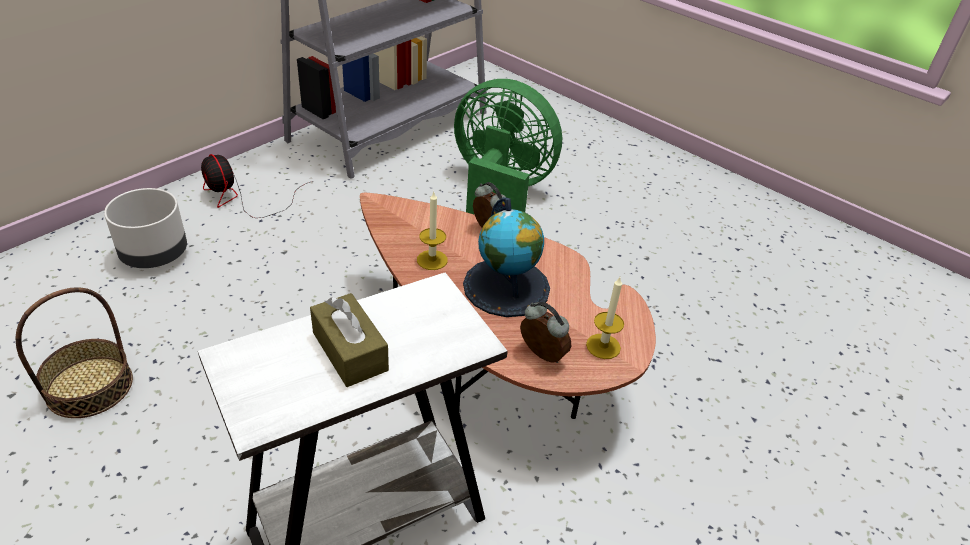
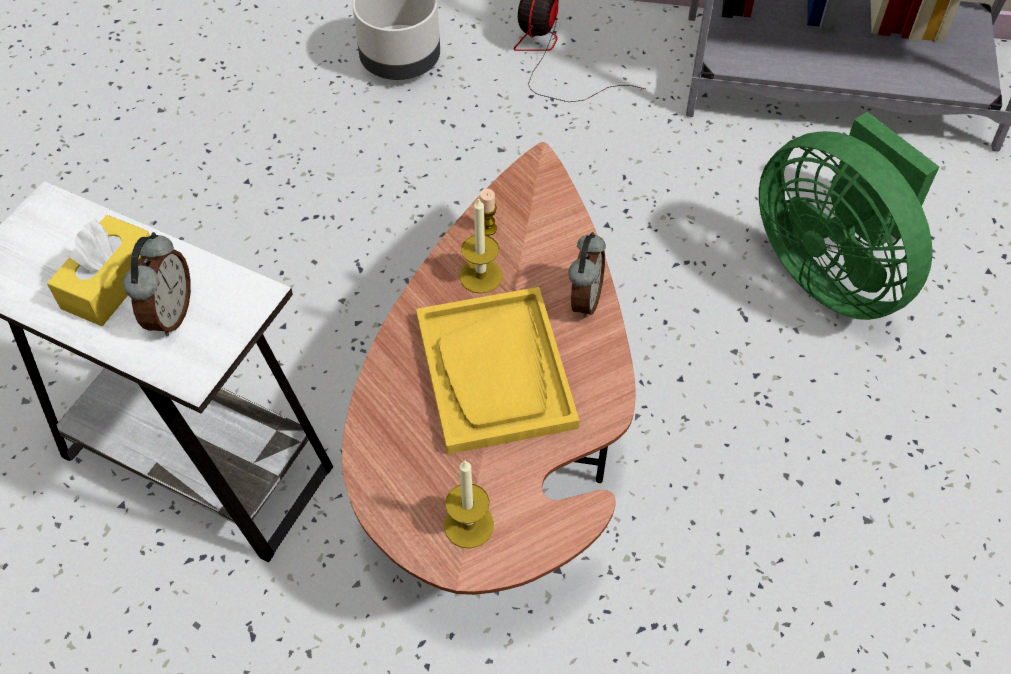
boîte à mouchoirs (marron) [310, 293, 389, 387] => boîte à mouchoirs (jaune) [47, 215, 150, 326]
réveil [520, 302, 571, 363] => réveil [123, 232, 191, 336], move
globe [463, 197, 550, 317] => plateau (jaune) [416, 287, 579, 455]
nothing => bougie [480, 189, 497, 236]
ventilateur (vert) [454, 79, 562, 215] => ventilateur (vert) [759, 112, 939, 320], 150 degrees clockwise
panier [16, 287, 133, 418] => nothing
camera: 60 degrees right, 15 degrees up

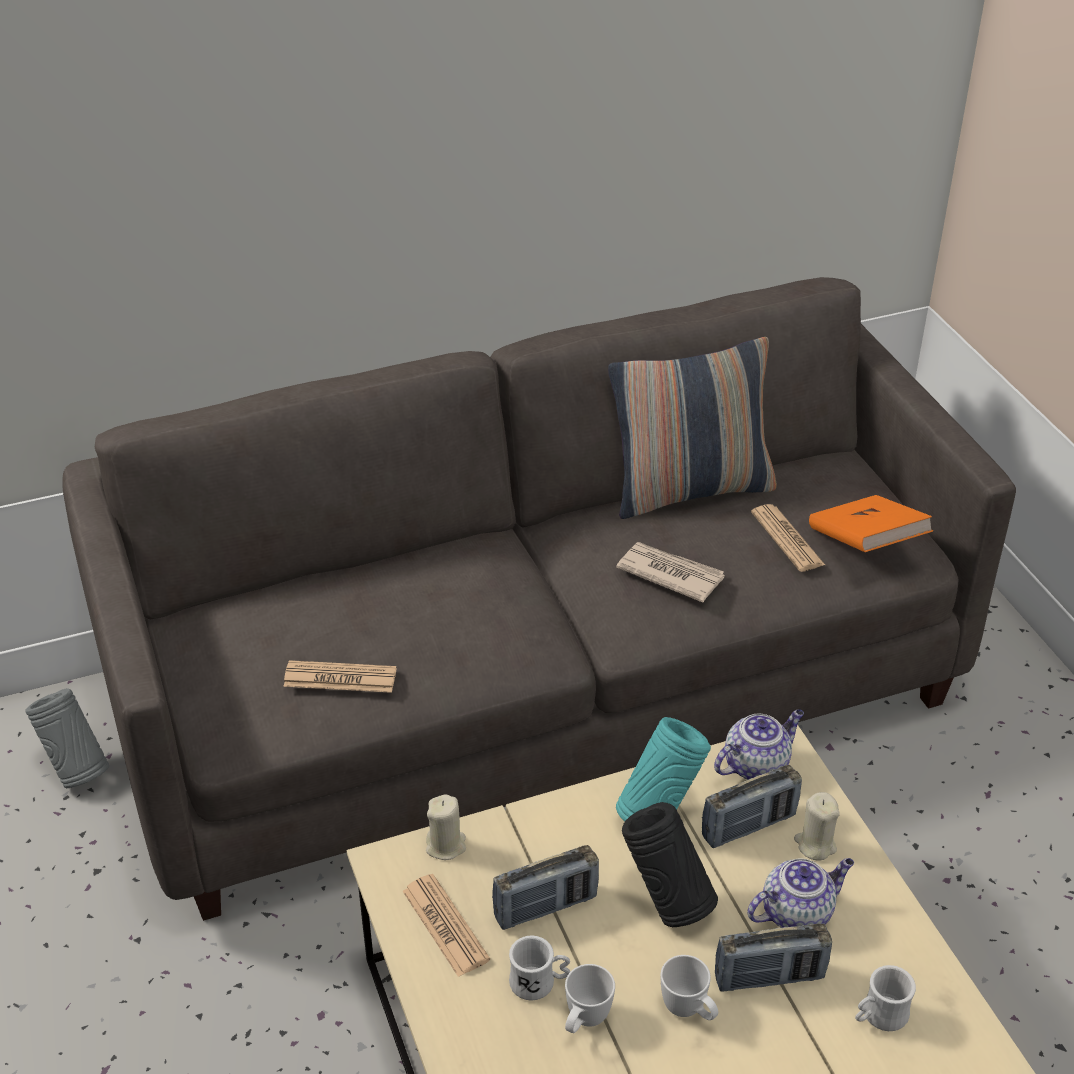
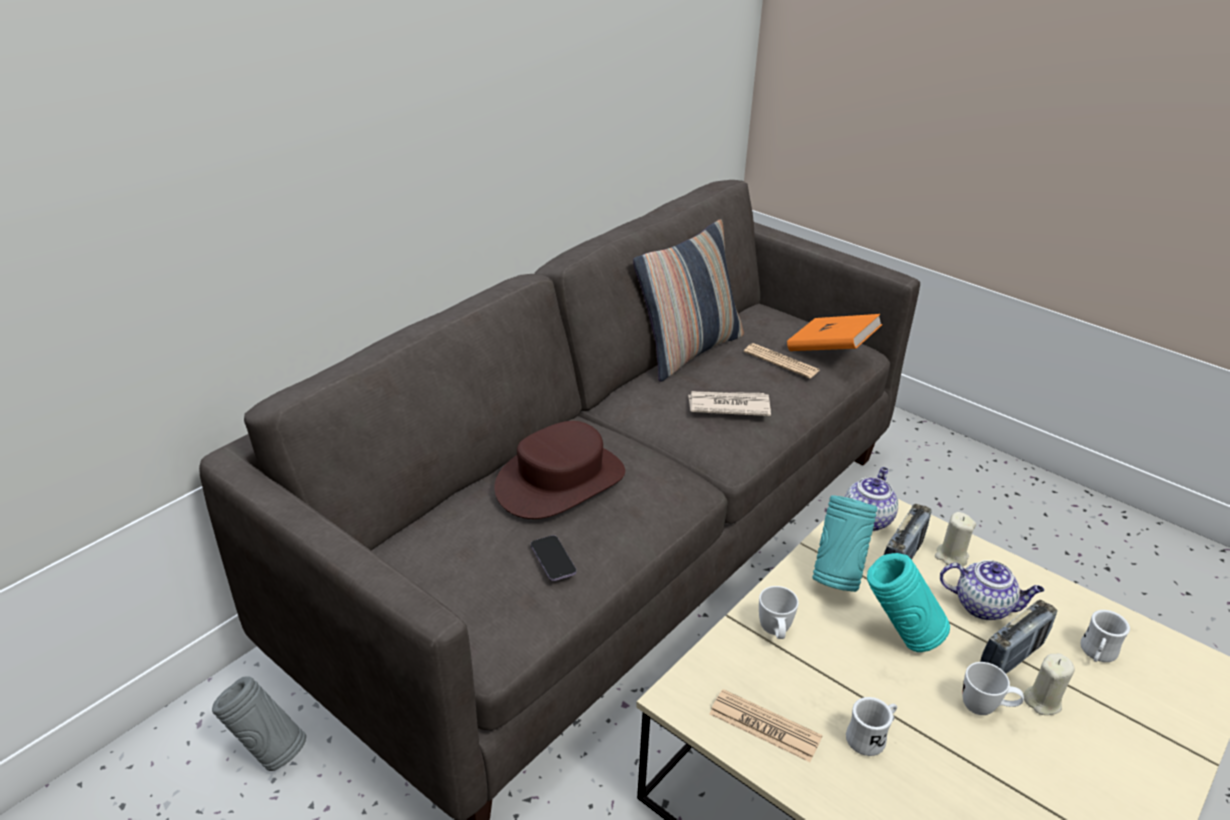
nothing => chapeau (marron) [494, 421, 625, 519]
journal [284, 660, 396, 693] => téléphone [531, 535, 577, 581]
mug (blanc) [565, 964, 615, 1033] => mug (blanc) [759, 586, 799, 639], move
vase (noir) [622, 802, 718, 927] => vase (turquoise) [867, 553, 950, 652]
théière [747, 858, 854, 928] => théière [940, 560, 1044, 620], 75 degrees clockwise
bougie (beige) [426, 795, 466, 860] => bougie (beige) [1023, 653, 1075, 715], move
radio [492, 845, 599, 930] => nothing
camera: 30 degrees left, 5 degrees down

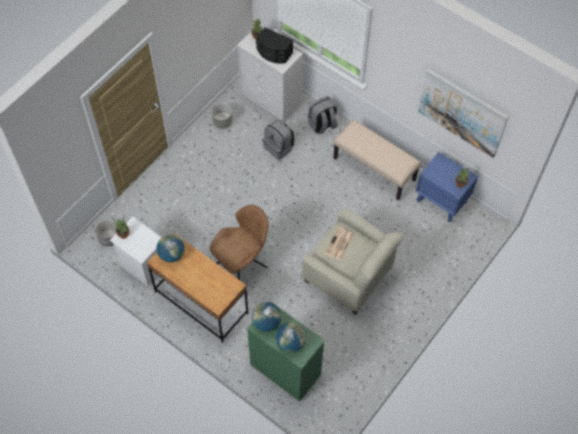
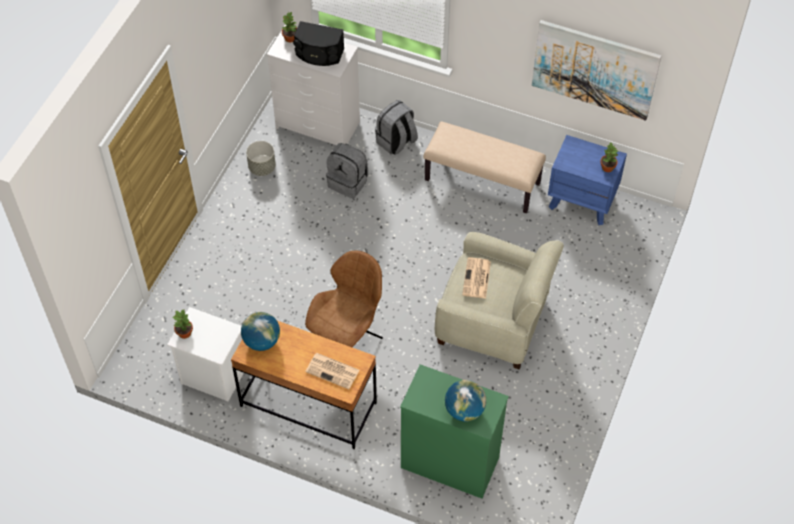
nothing => journal [305, 353, 360, 389]
cache-pot [96, 220, 117, 246] => nothing
globe [251, 302, 281, 332] => nothing
camera: 15 degrees left, 5 degrees down

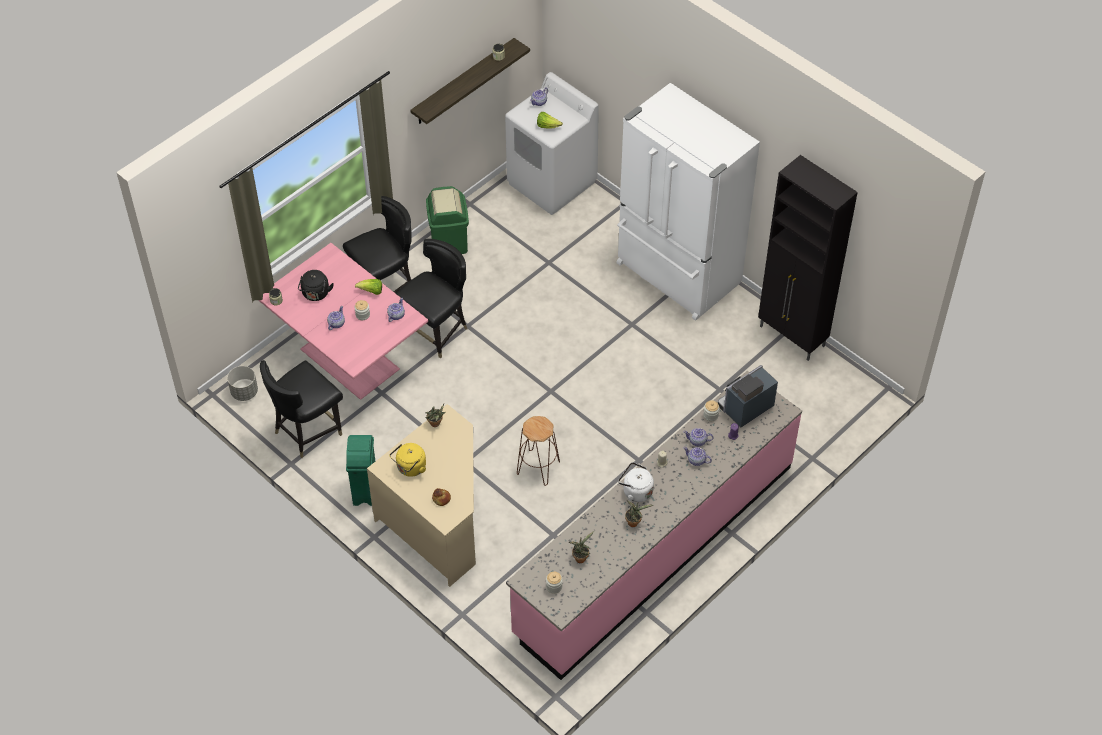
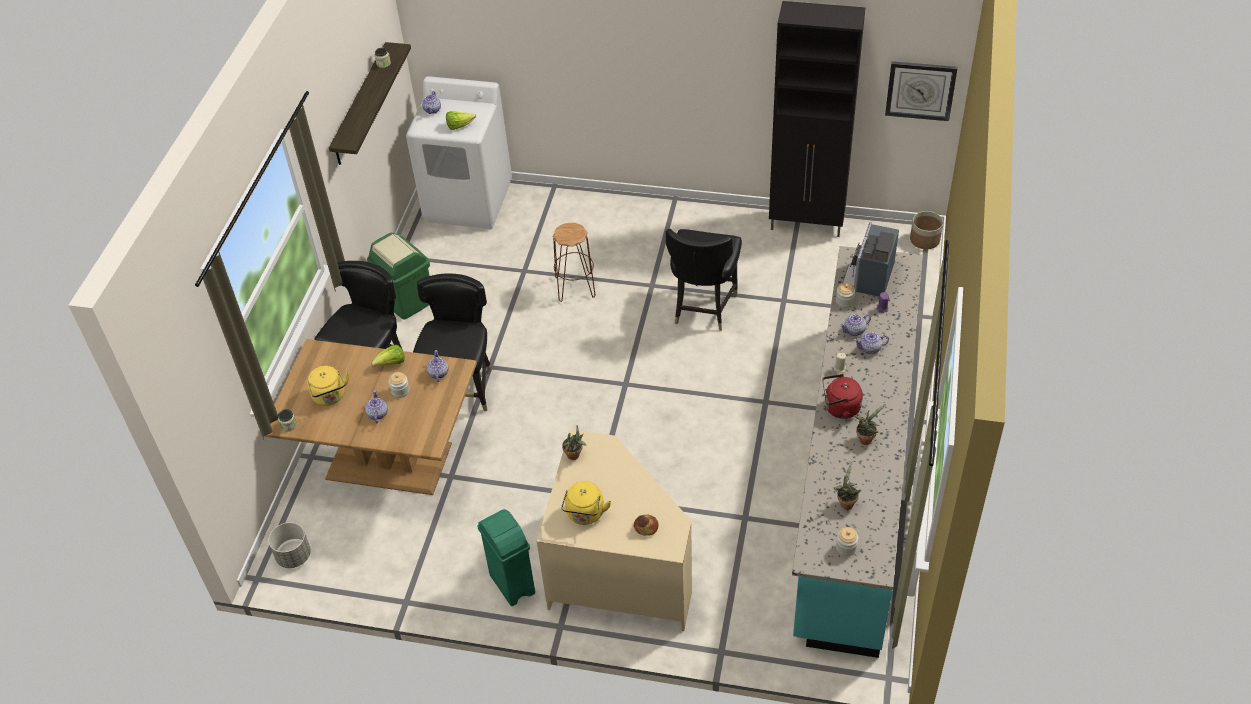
table à manger (rose) [258, 243, 428, 400] => table à manger (marron) [264, 339, 477, 495]
bouilloire (noir) [298, 270, 334, 301] => bouilloire (jaune) [307, 366, 349, 406]
tabouret (marron) [517, 416, 560, 486] => tabouret (marron) [553, 223, 595, 302], move
chaise (noir) [260, 360, 343, 458] => chaise (noir) [666, 229, 742, 331], move
comptoir de cuisine (rose) [506, 371, 802, 680] => comptoir de cuisine (turquoise) [792, 246, 923, 658]
bouilloire (blanc) [618, 462, 654, 502] => bouilloire (rouge) [822, 374, 863, 419]
nothing => horloge murale [885, 61, 958, 121]
nothing => cache-pot [910, 211, 943, 249]
réfrigérateur (blanc) [616, 83, 760, 321] => nothing
camera: 30 degrees left, 5 degrees down

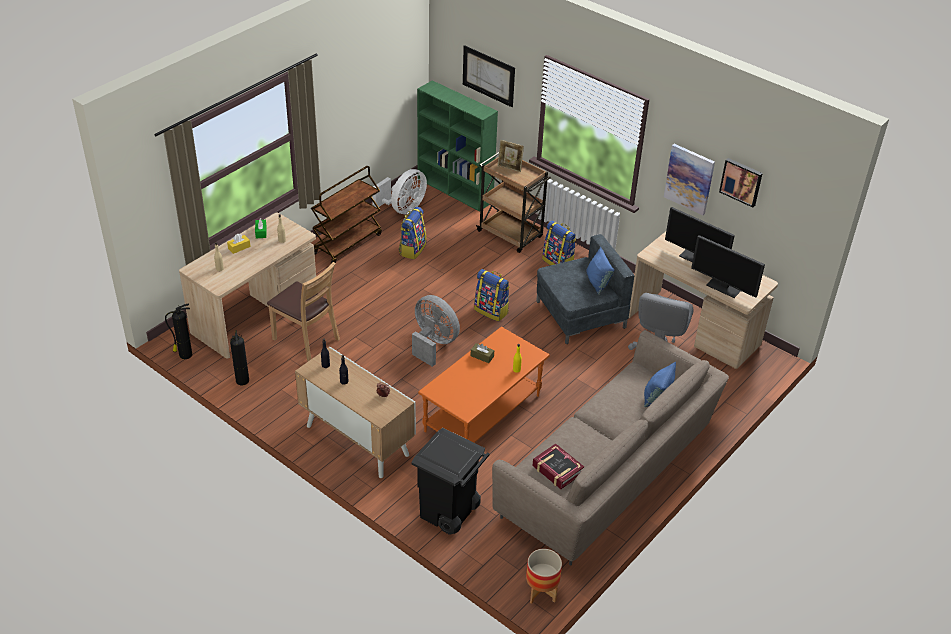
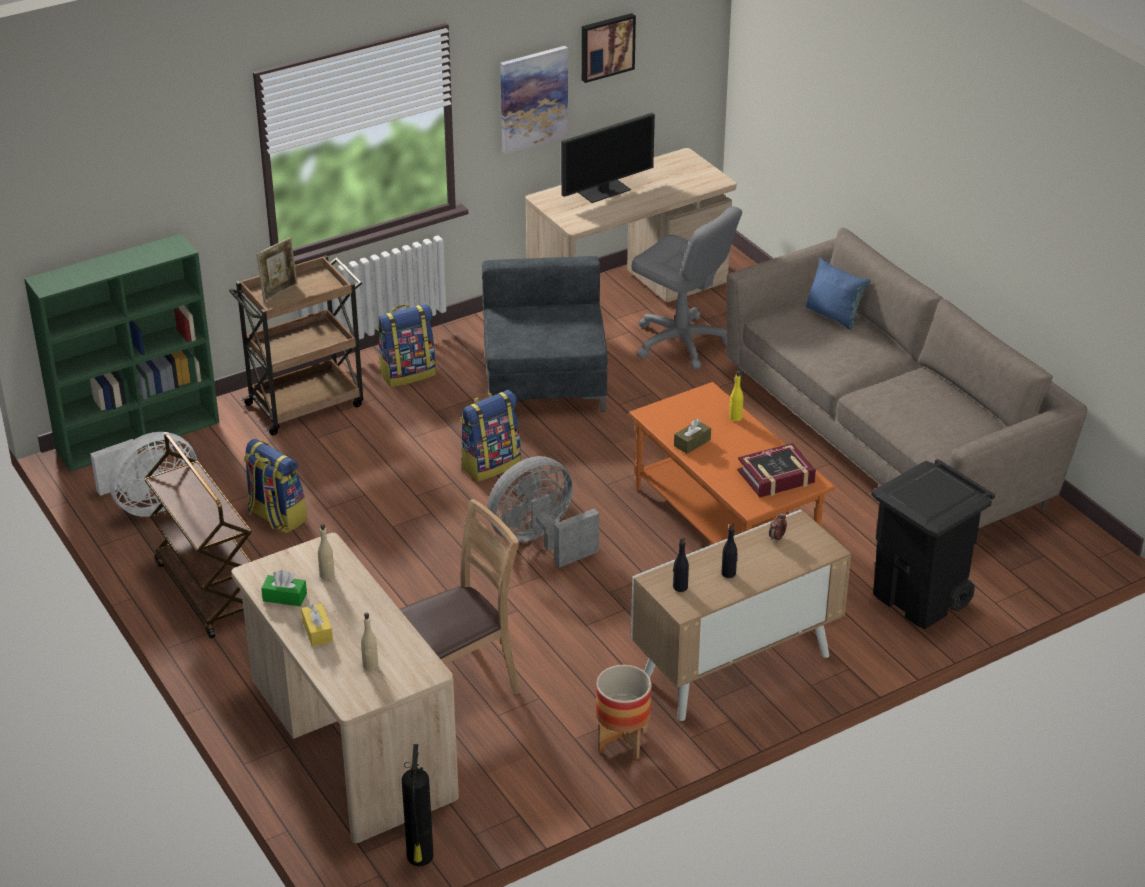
ventilateur (blanc) [372, 169, 427, 214] => ventilateur (blanc) [90, 432, 197, 517], 90 degrees clockwise
cache-pot [526, 549, 562, 604] => cache-pot [596, 665, 652, 759], move
livre [532, 444, 584, 489] => livre [737, 443, 816, 497], move
extincteur [230, 330, 249, 385] => nothing
tableau [463, 45, 515, 107] => nothing
coussin (bleu) [586, 247, 614, 295] => nothing
écran d'ordinateur [691, 235, 765, 298] => nothing
camera: 70 degrees left, 5 degrees down

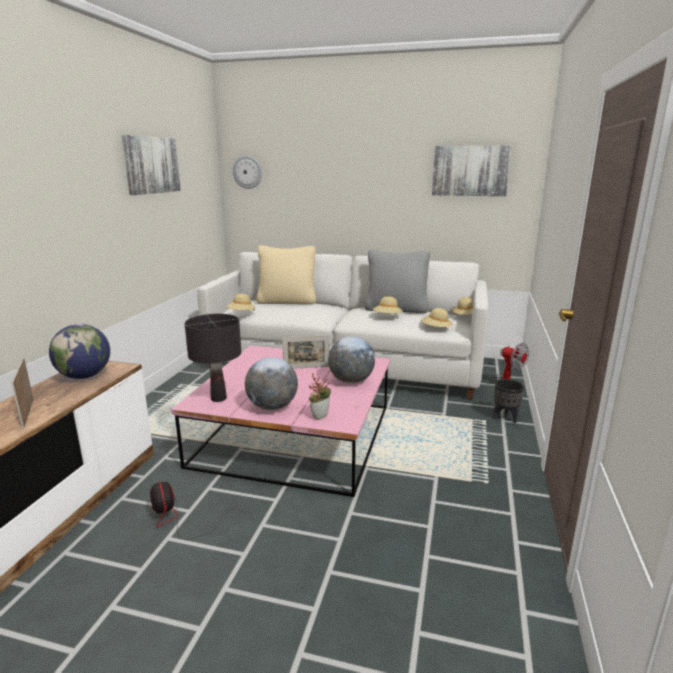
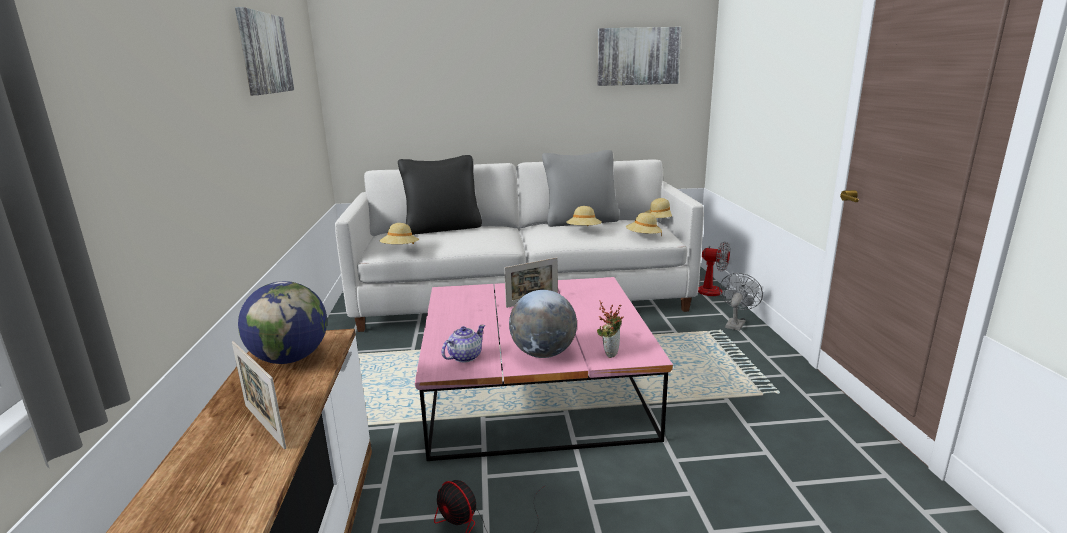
coussin (beige) [256, 245, 316, 305] => coussin (noir) [398, 155, 482, 235]
lampe de table (noir) [184, 314, 241, 402] => théière [442, 325, 485, 362]
cache-pot (noir) [494, 379, 524, 423] => ventilateur (gris) [719, 273, 763, 331]
horloge murale [233, 155, 262, 189] => nothing
globe [328, 336, 375, 383] => nothing
camera: 20 degrees left, 0 degrees up

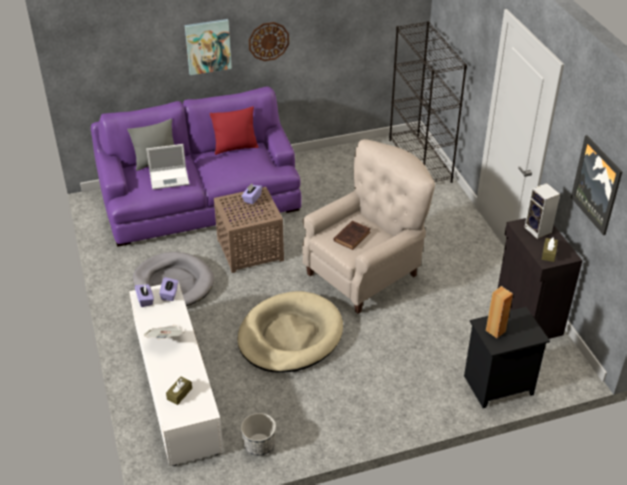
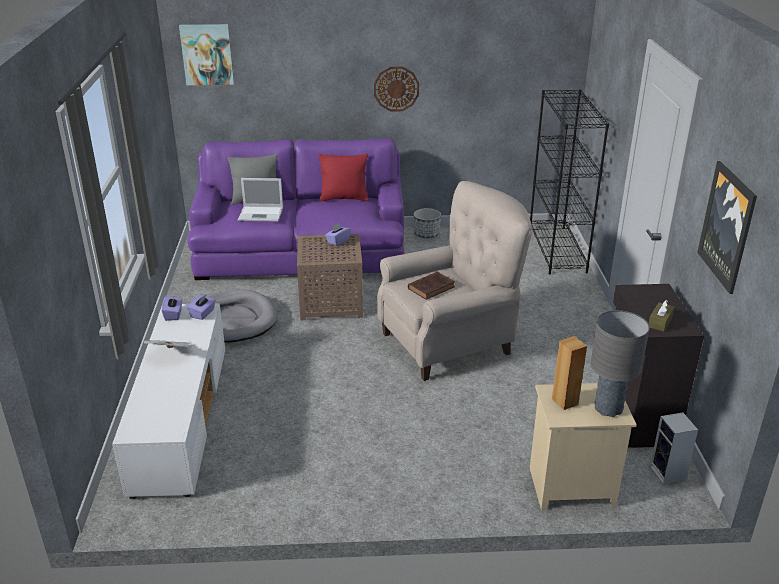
tableau [184, 19, 232, 75] => tableau [179, 24, 234, 85], move
cache-pot [241, 413, 276, 456] => cache-pot [414, 208, 441, 239], move
table de chevet (noir) [464, 307, 550, 408] => table de chevet (beige) [530, 383, 637, 510]
nothing => lampe de table (gris) [591, 310, 650, 417]
enceinte [525, 183, 560, 239] => enceinte [650, 412, 698, 485], move
boîte à mouchoirs (marron) [166, 377, 192, 405] => nothing
panier pour chien (beige) [237, 291, 343, 373] => nothing
camera: 15 degrees right, 10 degrees down

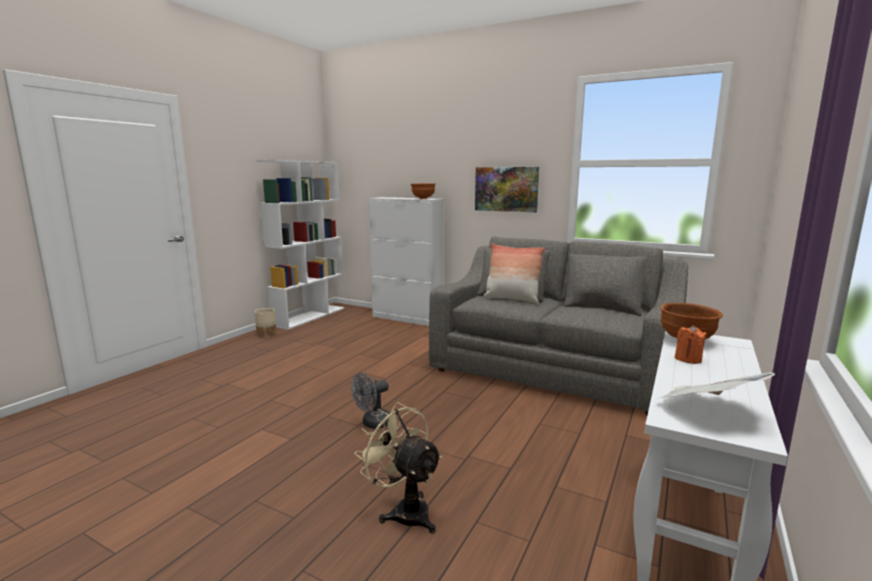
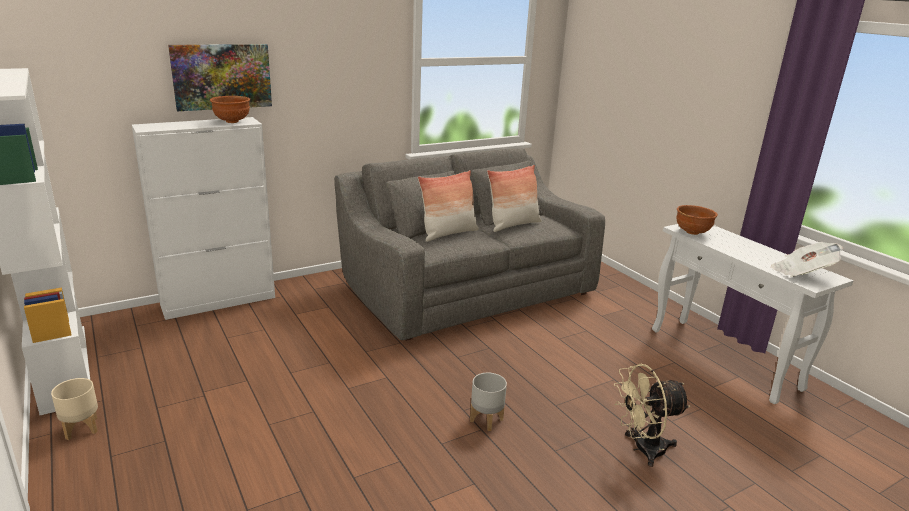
tableau [475, 167, 539, 212] => tableau [168, 44, 272, 111], move
ventilateur (gris) [351, 373, 391, 429] => cache-pot (gris) [470, 373, 507, 431]
nothing => coussin [487, 165, 542, 232]
bougie (orange) [675, 325, 707, 364] => nothing
camera: 60 degrees left, 10 degrees up

